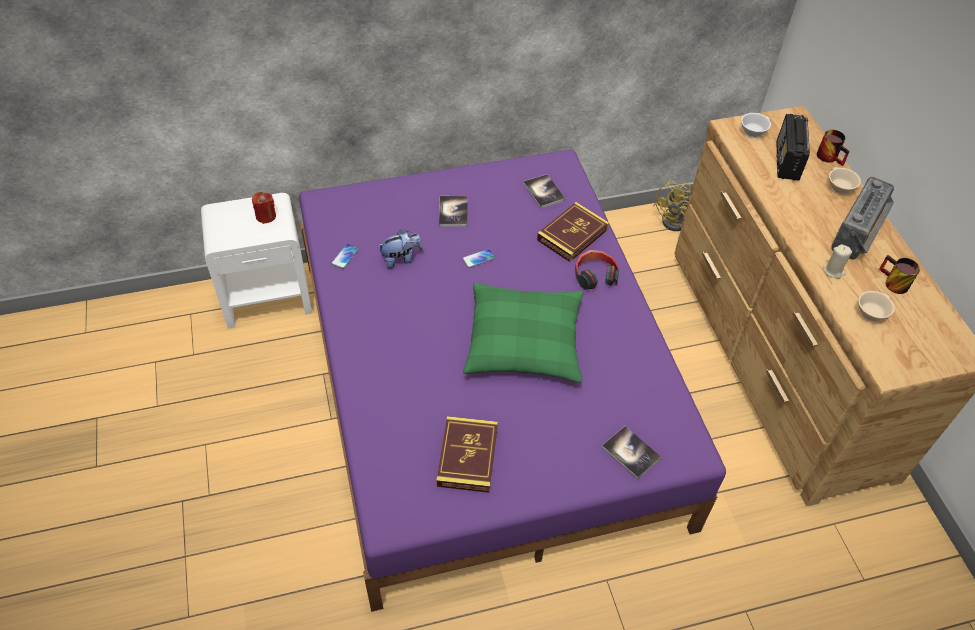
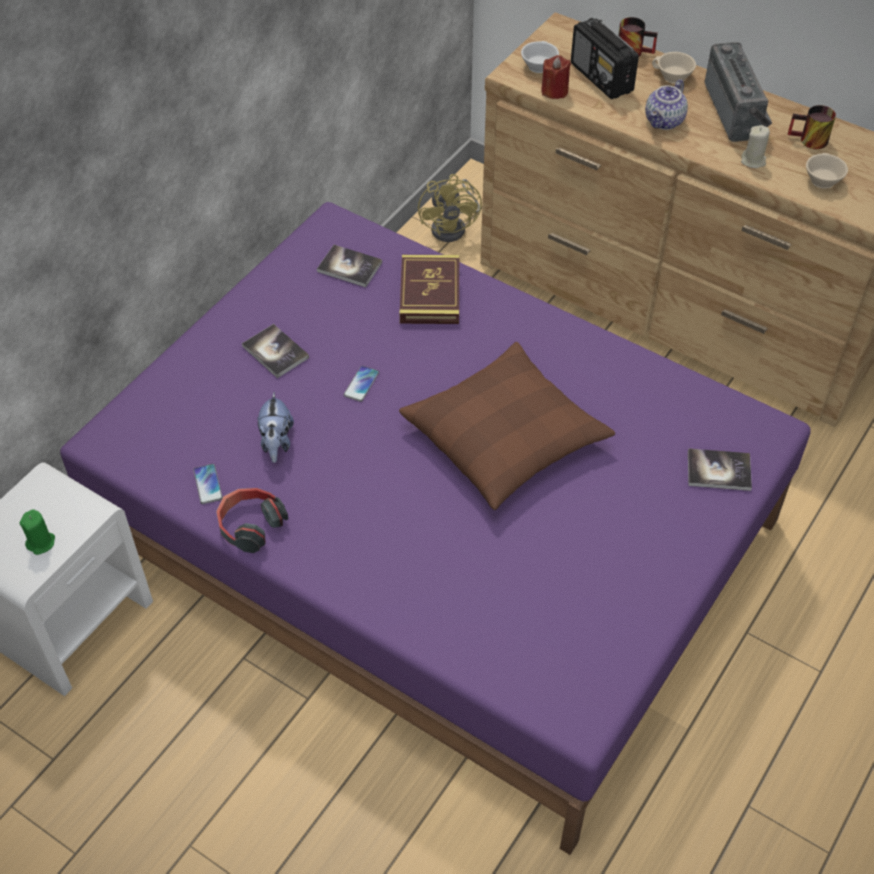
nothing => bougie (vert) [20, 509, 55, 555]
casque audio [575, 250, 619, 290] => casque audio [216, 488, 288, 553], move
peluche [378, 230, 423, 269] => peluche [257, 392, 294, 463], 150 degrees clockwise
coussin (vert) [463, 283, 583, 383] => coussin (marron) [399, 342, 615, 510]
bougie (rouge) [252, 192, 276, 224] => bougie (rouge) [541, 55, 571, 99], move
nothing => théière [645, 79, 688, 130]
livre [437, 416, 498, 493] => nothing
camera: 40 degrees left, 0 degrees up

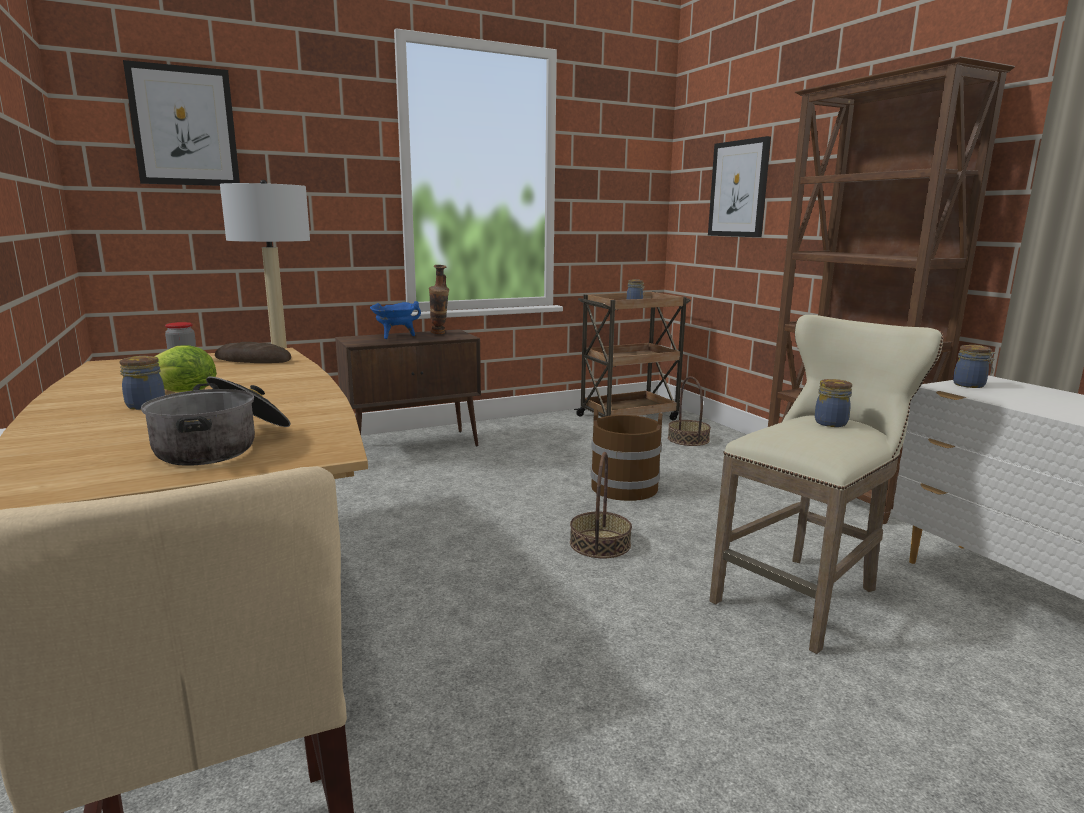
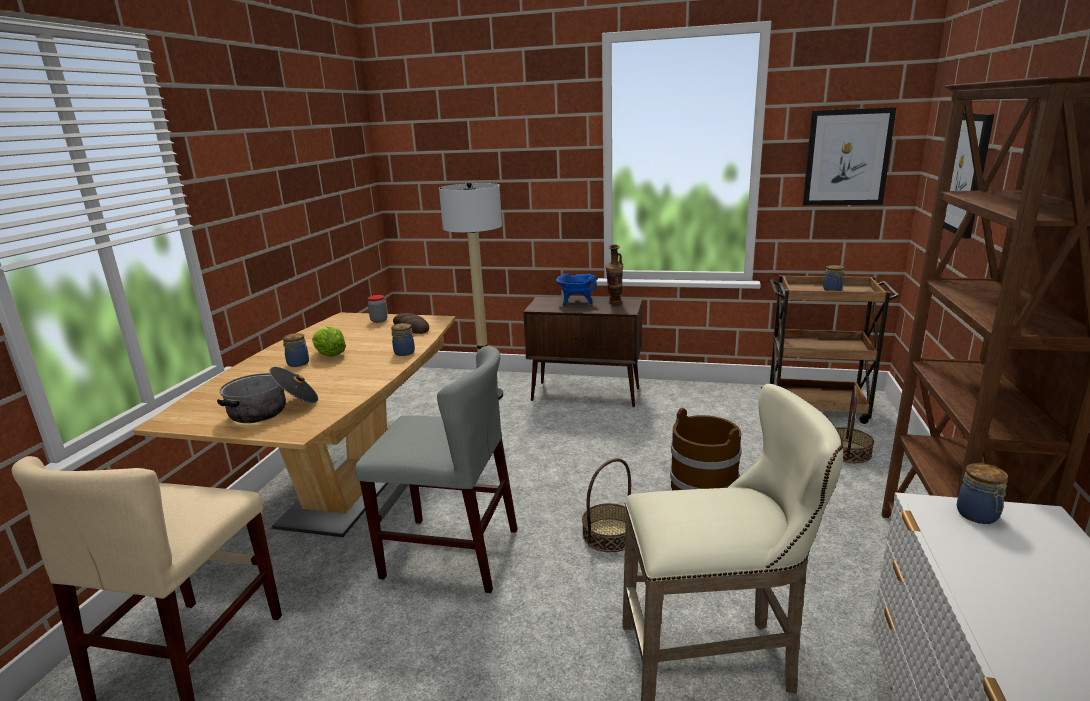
nothing => chaise (gris) [355, 346, 517, 593]
bocal [815, 379, 852, 427] => bocal [391, 323, 415, 356], move
tableau [123, 60, 240, 186] => tableau [803, 107, 896, 205], move
camera: 40 degrees right, 5 degrees up

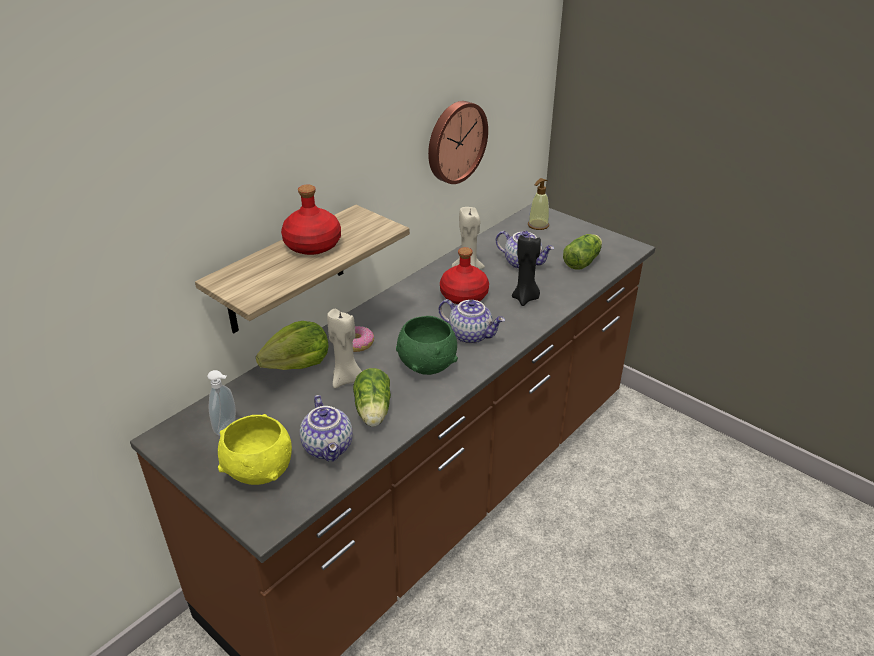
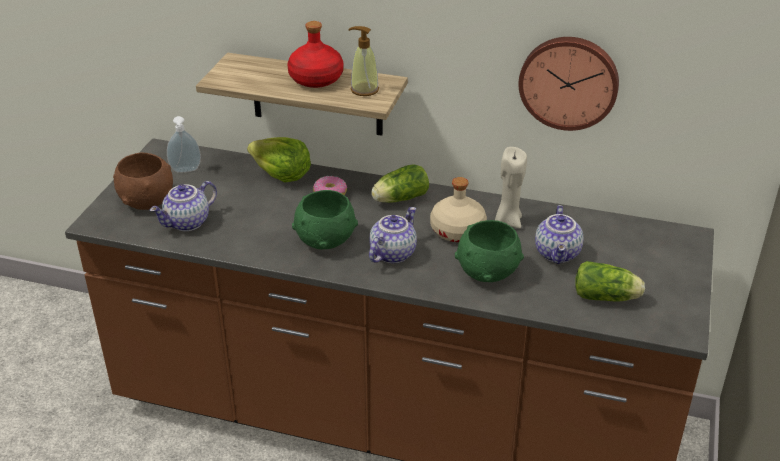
bol (jaune) [218, 414, 292, 485] => bol (marron) [113, 152, 173, 210]
distributeur de savon [528, 178, 549, 230] => distributeur de savon [348, 26, 379, 96], move
théière [439, 299, 505, 344] => théière [369, 207, 417, 263], 150 degrees counterclockwise
laitue [353, 368, 391, 427] => laitue [371, 164, 429, 203], move
bouteille (rouge) [440, 247, 489, 304] => bouteille (beige) [430, 177, 487, 242]
bougie (noir) [512, 235, 541, 306] => bol (vert) [455, 220, 524, 282]
bougie (beige) [327, 309, 362, 388] => nothing
camera: 65 degrees right, 0 degrees up

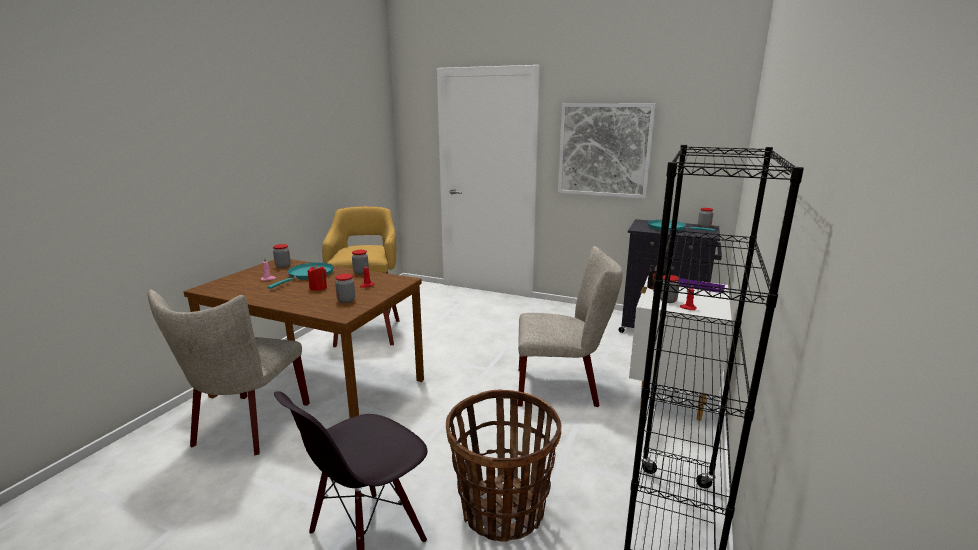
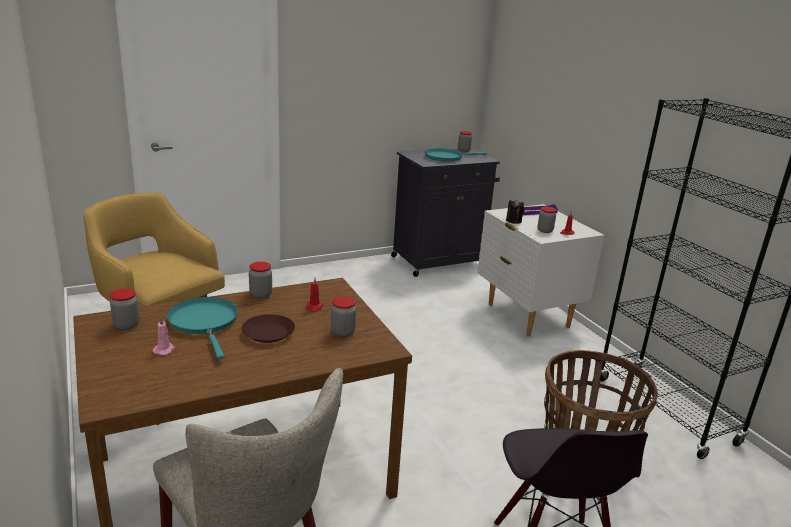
bougie (rouge) [308, 265, 327, 291] => assiette (marron) [242, 314, 295, 343]
chaise (beige) [518, 246, 623, 407] => nothing
tableau [558, 103, 656, 199] => nothing
camera: 50 degrees left, 5 degrees up

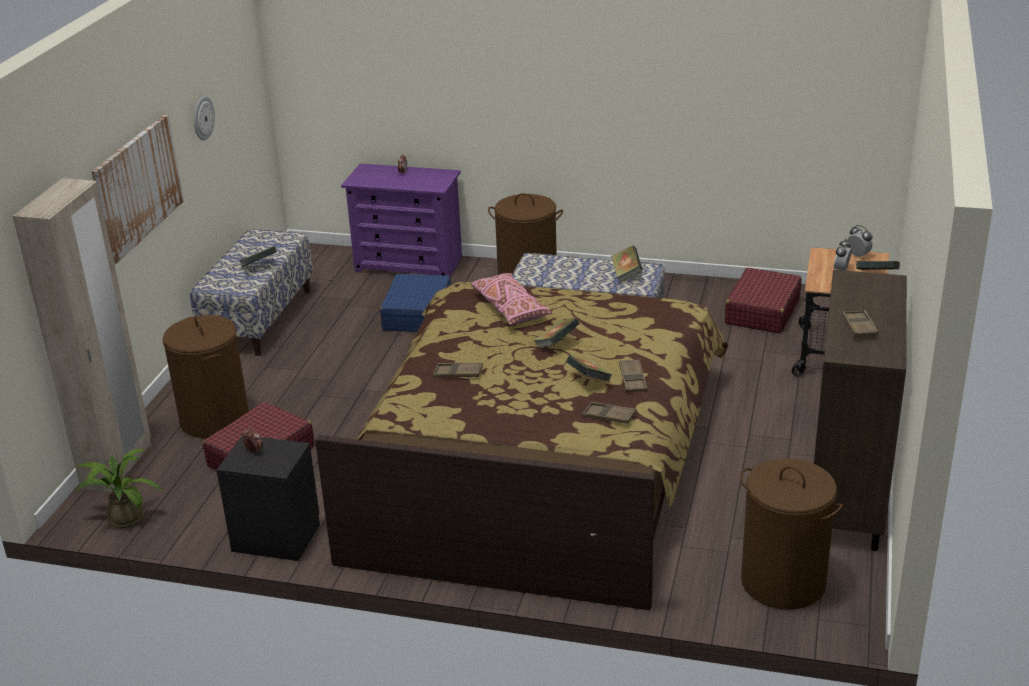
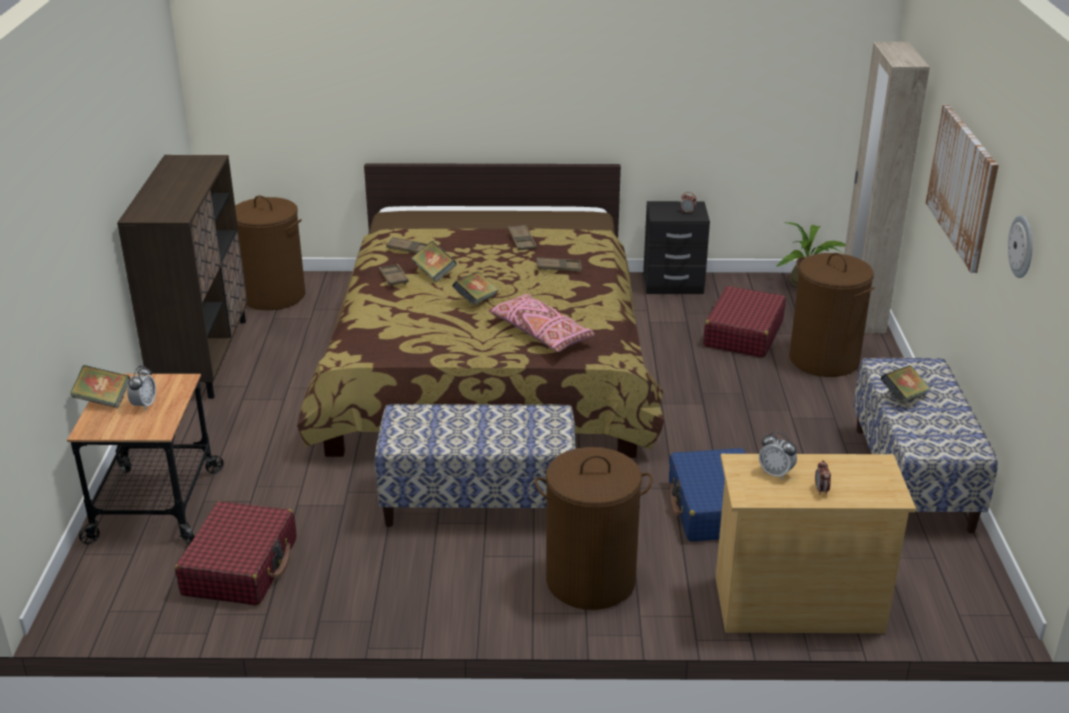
plateau (marron) [842, 310, 878, 338] => plateau (marron) [508, 225, 537, 250], move
commode (violet) [341, 164, 462, 276] => commode (beige) [715, 454, 916, 633]
réveil [847, 225, 873, 257] => réveil [759, 432, 797, 480], move
livre [611, 245, 643, 282] => nothing
camera: 165 degrees right, 0 degrees up

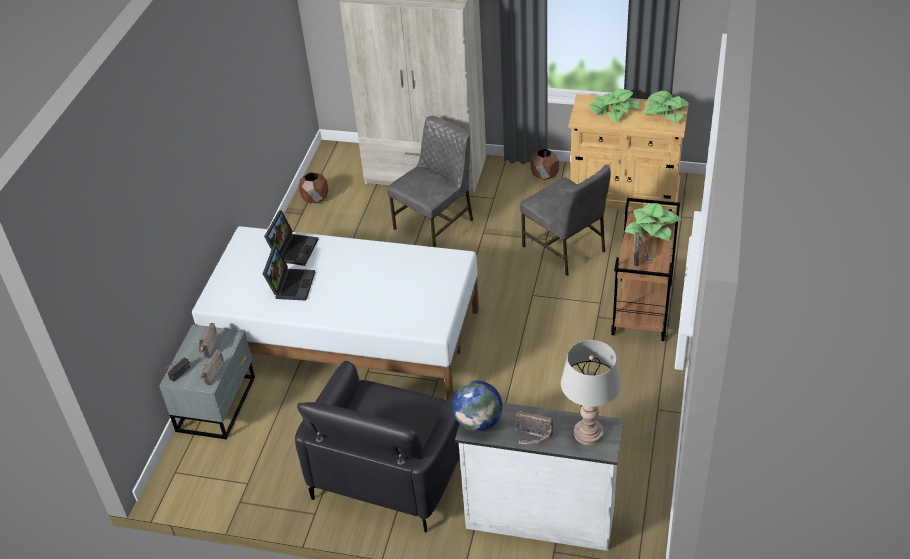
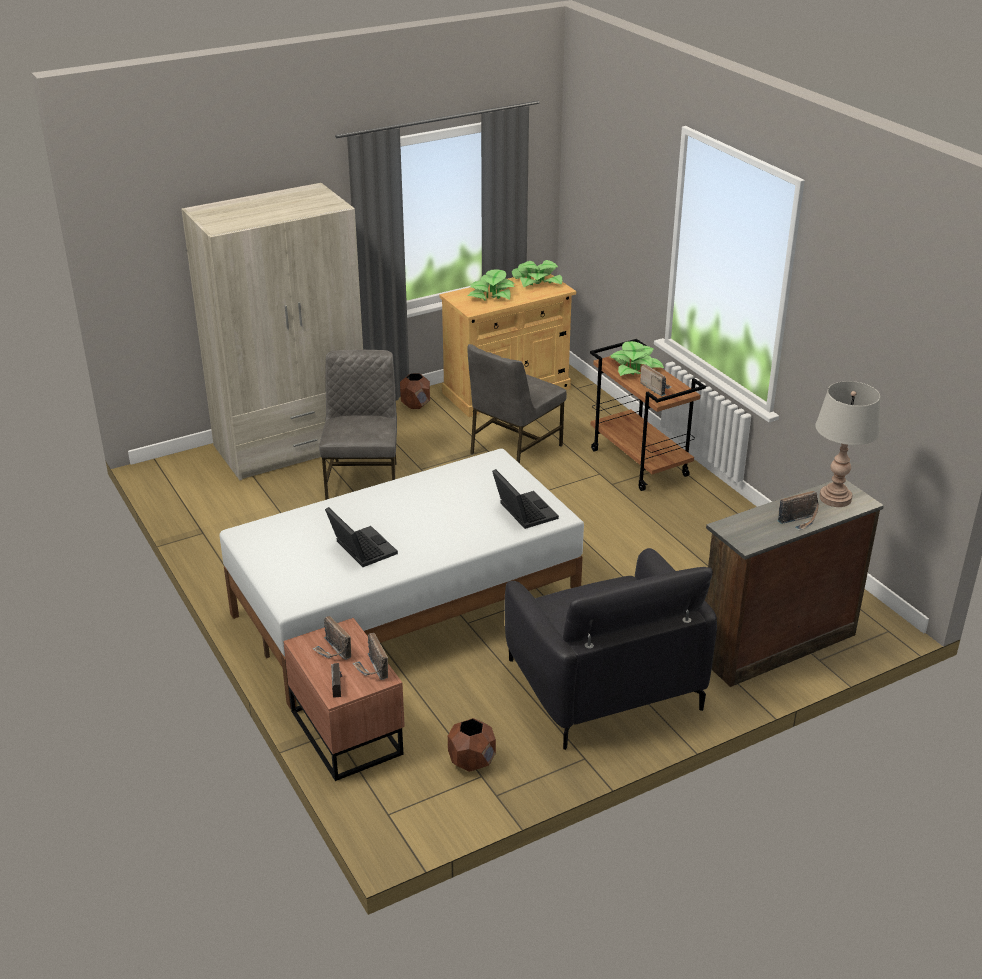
table de chevet (gris) [159, 324, 255, 439] => table de chevet (marron) [283, 618, 405, 781]
cache-pot (marron) [299, 172, 328, 204] => cache-pot (marron) [448, 718, 496, 772], move
chaise (gris) [519, 164, 611, 276] => chaise (gris) [467, 344, 567, 464], 120 degrees clockwise
ordinateur portable [264, 210, 319, 266] => ordinateur portable [492, 469, 559, 529], move
commode (blanc) [455, 403, 624, 551] => commode (marron) [705, 480, 884, 687]
globe [452, 381, 503, 431] => nothing
camera: 45 degrees left, 10 degrees down

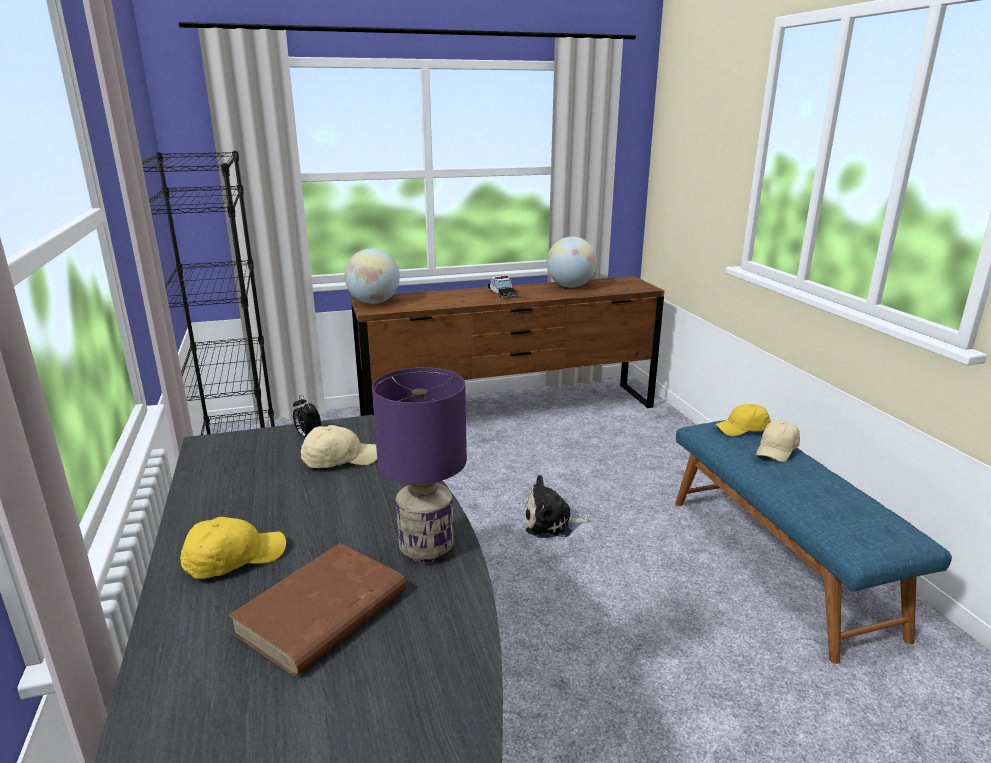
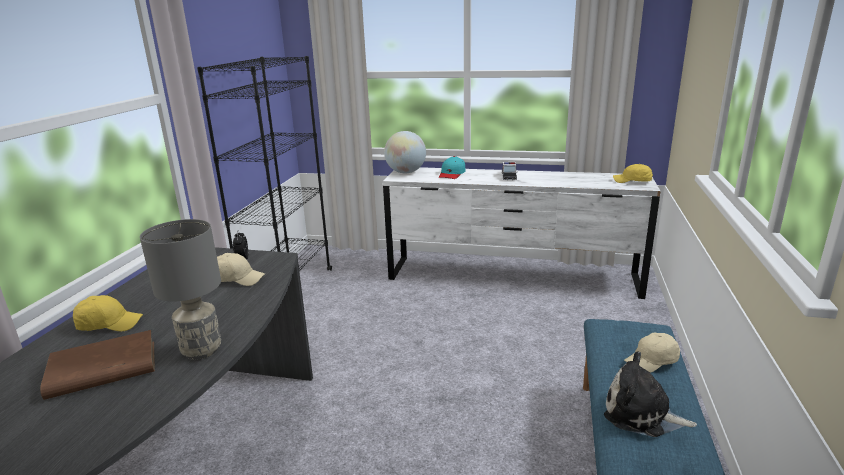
lampe de table (violet) [372, 367, 467, 563] => lampe de table (gris) [140, 219, 221, 360]
commode (marron) [351, 276, 664, 416] => commode (blanc) [383, 167, 661, 299]
nothing => casquette (turquoise) [439, 156, 466, 179]
peluche [525, 475, 590, 538] => peluche [604, 352, 697, 437], move
casquette (jaune) [715, 404, 771, 436] => casquette (jaune) [613, 164, 653, 183], move
globe [546, 236, 597, 288] => nothing
camera: 30 degrees right, 0 degrees up

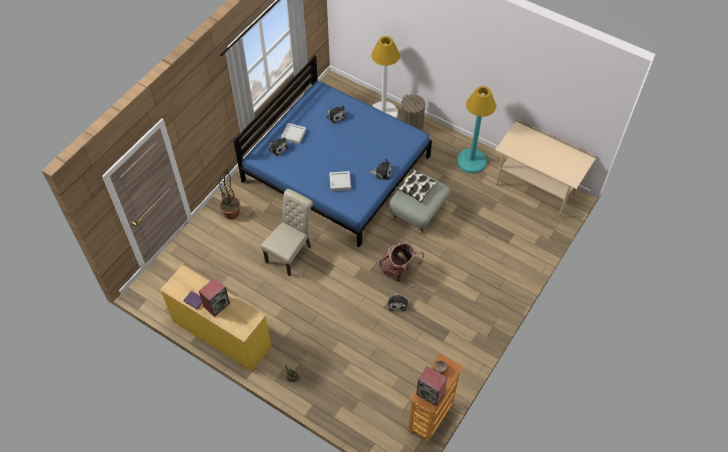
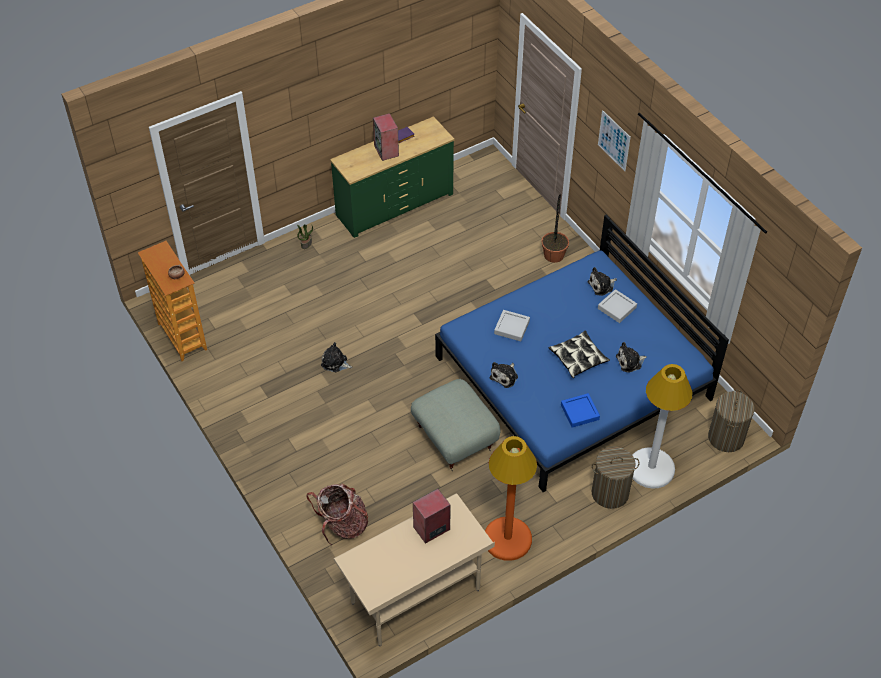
sac à dos [379, 242, 424, 282] => sac à dos [307, 484, 368, 545], move
commode (jaune) [160, 265, 272, 372] => commode (vert) [330, 116, 454, 238]
enceinte [416, 366, 447, 406] => enceinte [413, 489, 451, 544], move
lampadaire (turquoise) [457, 86, 496, 173] => lampadaire (orange) [485, 436, 537, 561]
coussin [395, 168, 438, 203] => coussin [548, 331, 610, 378], move
nothing => plateau (bleu) [561, 393, 600, 428]
nothing => tableau [598, 110, 631, 171]
nothing => panier à linge [708, 390, 755, 452]
chaise (beige) [261, 189, 313, 276] => nothing
camera: 115 degrees right, 5 degrees down

